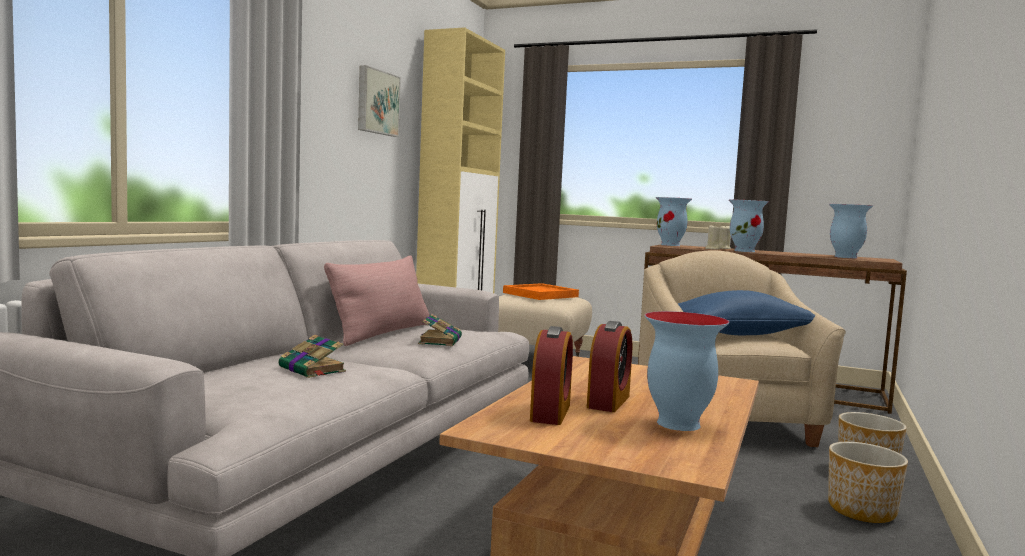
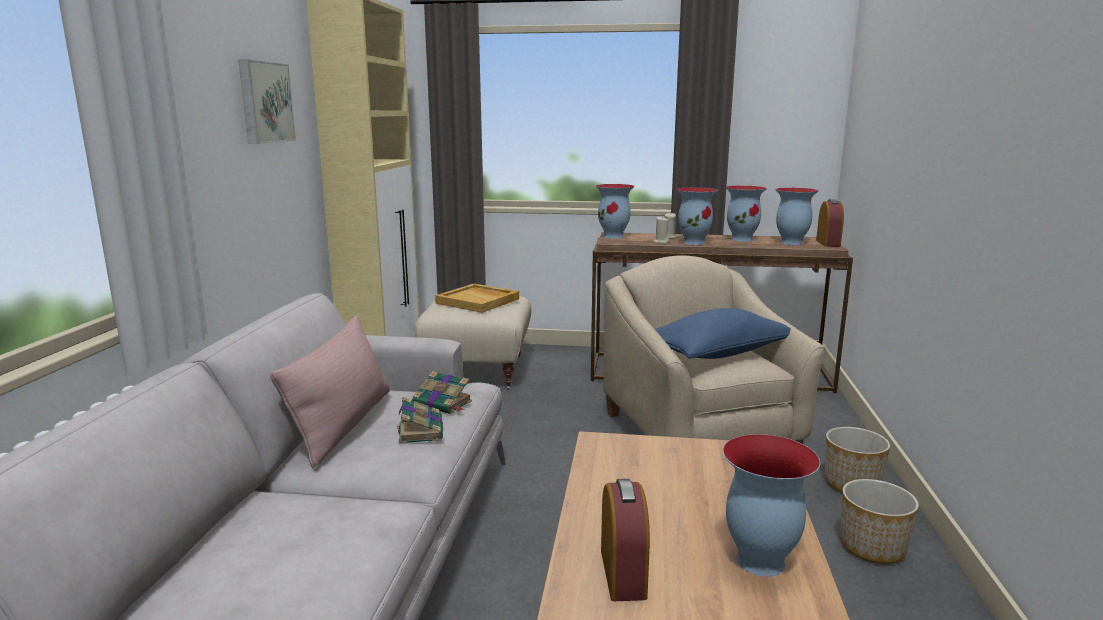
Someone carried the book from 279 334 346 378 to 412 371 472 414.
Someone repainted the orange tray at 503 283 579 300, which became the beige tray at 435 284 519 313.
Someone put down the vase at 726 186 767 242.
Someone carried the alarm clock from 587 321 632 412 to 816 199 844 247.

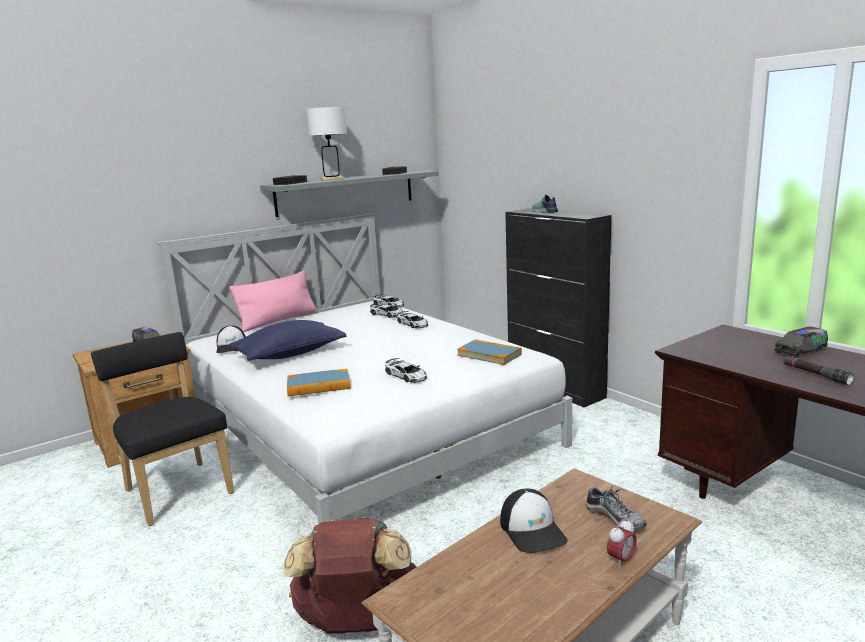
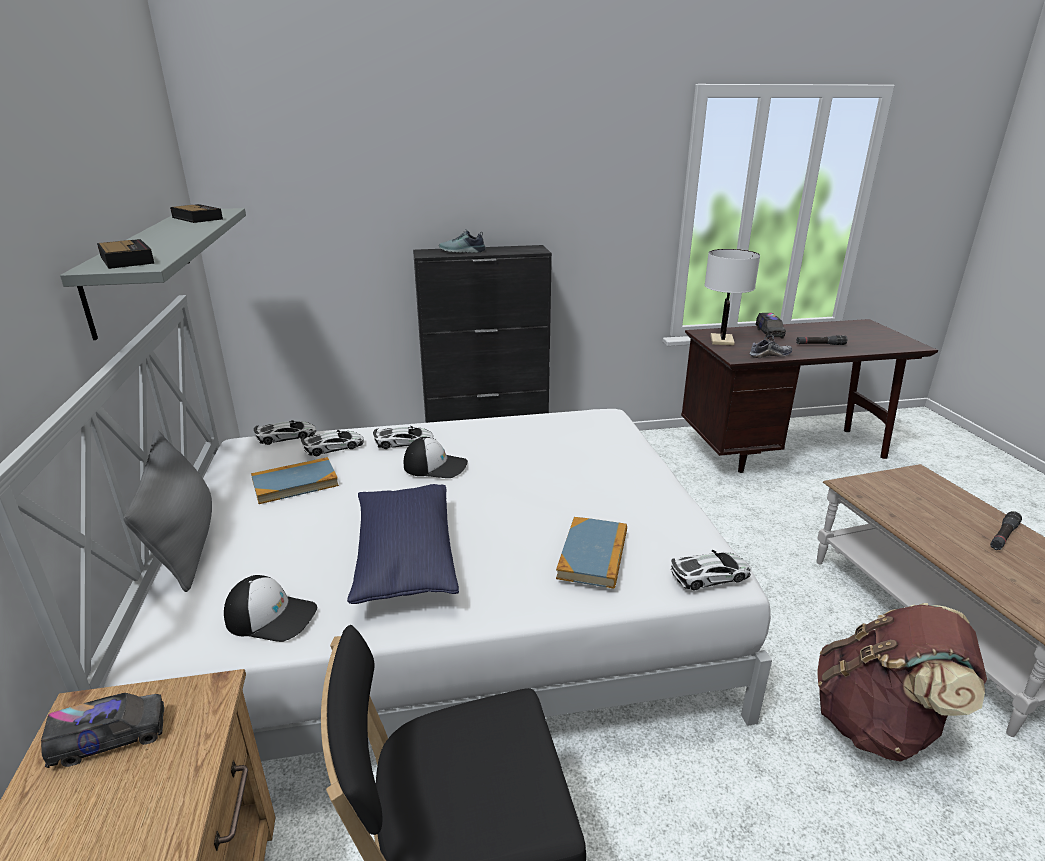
Someone repainted the pink pillow at 229 270 318 332, which became the grey pillow at 123 430 212 592.
Someone carried the book from 457 339 522 365 to 251 457 339 504.
Someone carried the cap from 500 489 567 553 to 404 437 468 478.
Someone carried the toy car from 385 358 427 383 to 671 550 751 590.
Someone carried the white table lamp from 306 107 347 180 to 705 249 760 346.
Someone carried the shoe from 586 485 647 531 to 750 334 792 358.
Someone put down the black flashlight at 990 511 1022 550.
Someone took away the alarm clock at 607 518 637 568.

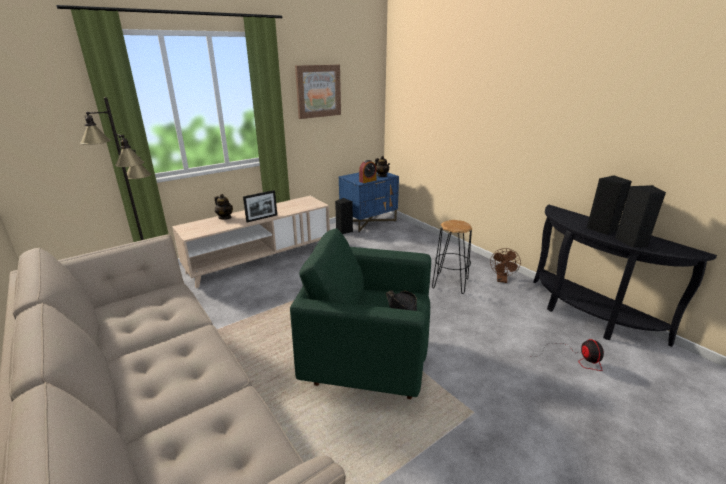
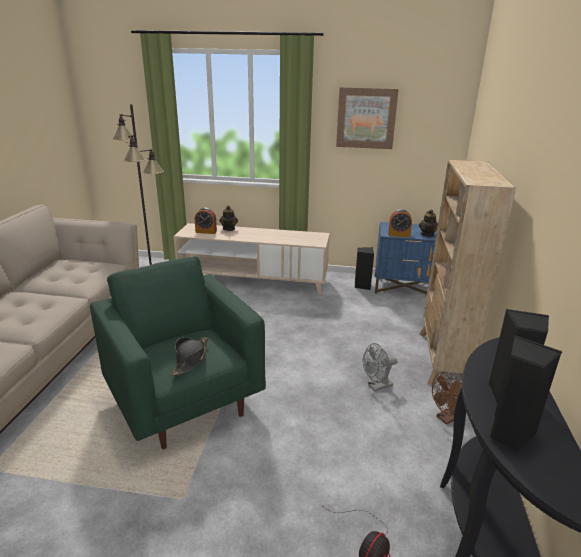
Someone put down the alarm clock at 195 208 217 234.
Someone swapped the black stool at 432 220 472 294 for the grey fan at 363 343 397 391.
Someone put down the beige bookcase at 419 160 516 386.
Someone took away the picture frame at 243 190 277 222.

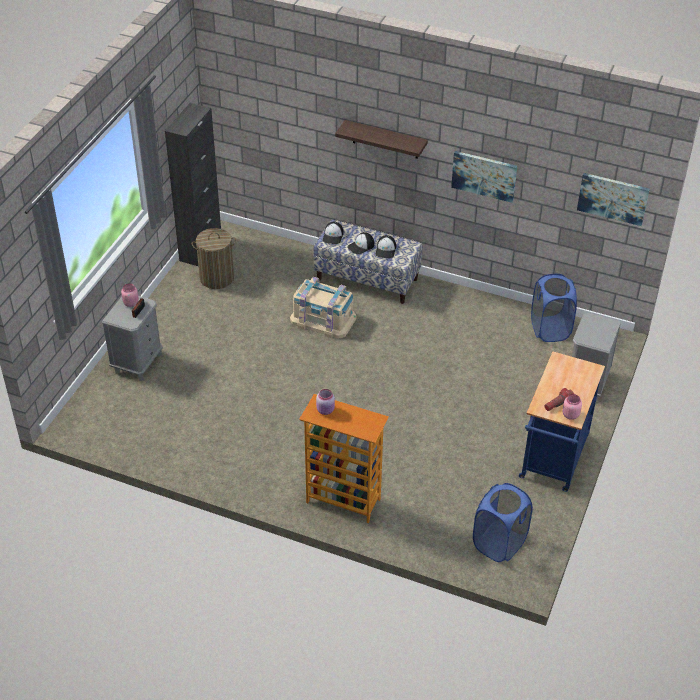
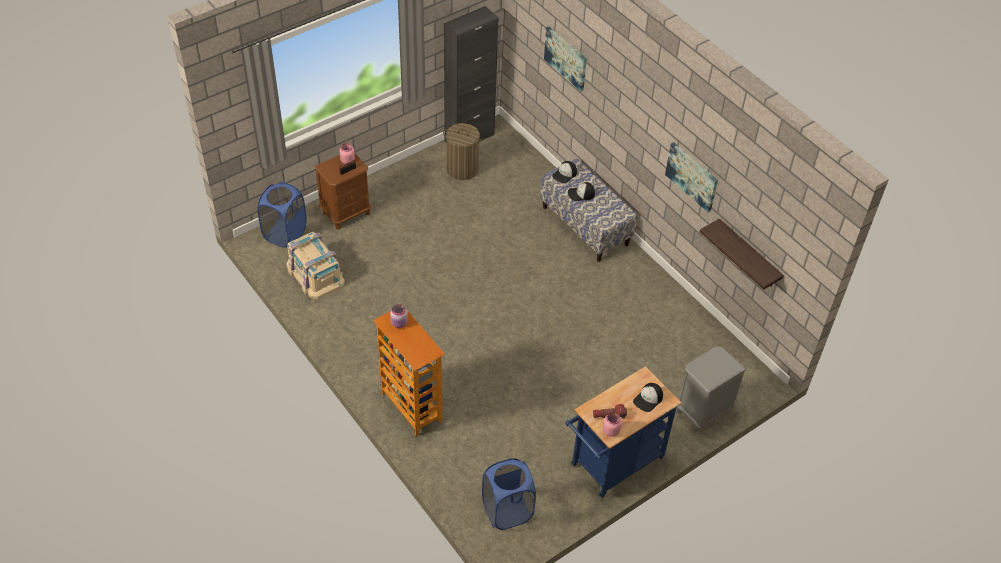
Someone carried the blue laundry basket from 531 274 577 342 to 258 182 307 248.
Someone carried the beige storage box from 290 277 357 339 to 286 232 345 299.
Someone repainted the grey nightstand at 102 296 163 381, which became the brown nightstand at 314 153 371 230.
Someone carried the picture from 577 173 650 226 to 544 27 587 91.
Someone carried the cap from 376 235 396 258 to 633 383 663 412.
Someone carried the shelf from 335 120 428 159 to 700 219 784 290.

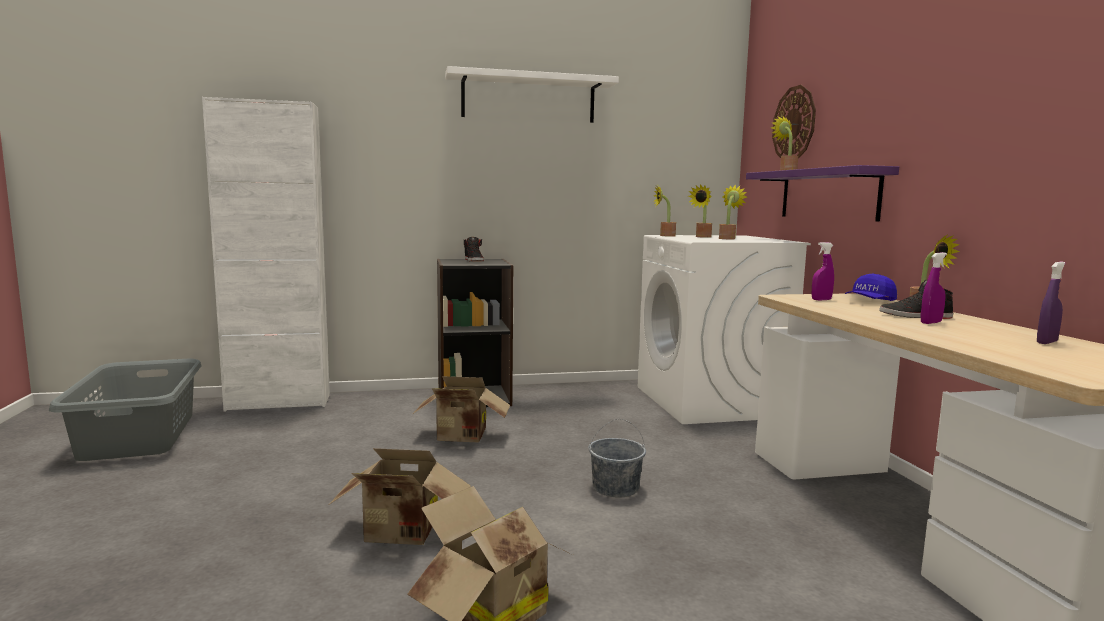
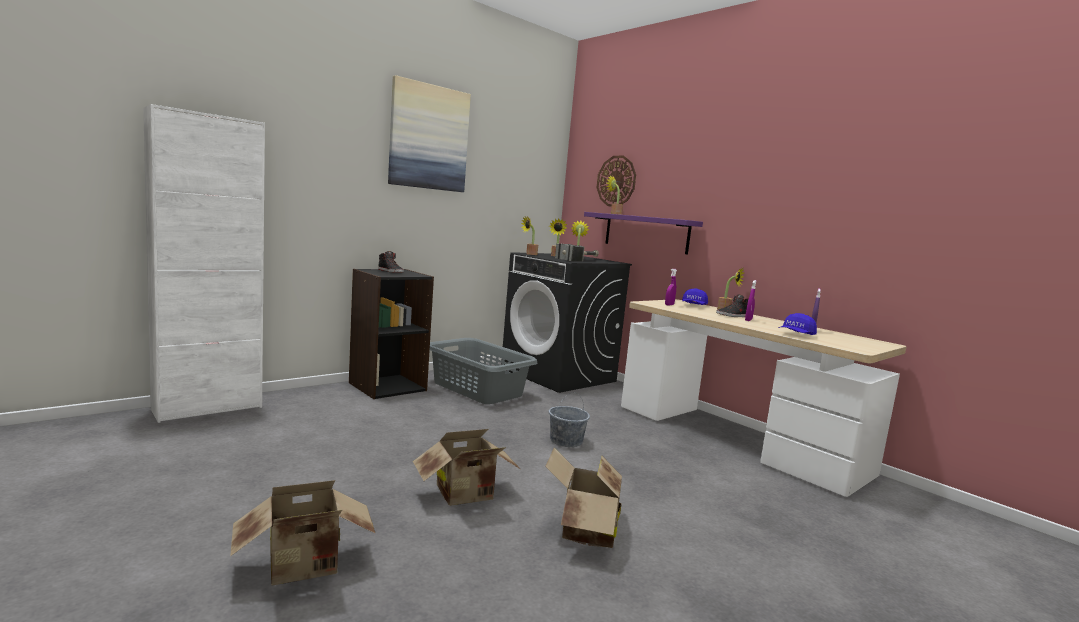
Someone carried the cardboard box from 413 376 510 442 to 230 480 376 586.
Someone swapped the white shelf at 445 66 619 123 for the picture at 388 75 471 192.
Someone carried the grey laundry basket from 49 359 202 461 to 430 338 537 404.
Someone repainted the white washing machine at 638 235 811 424, which became the black washing machine at 501 252 632 393.
Someone put down the hammer at 555 244 599 261.
Someone put down the blue cap at 778 313 817 335.

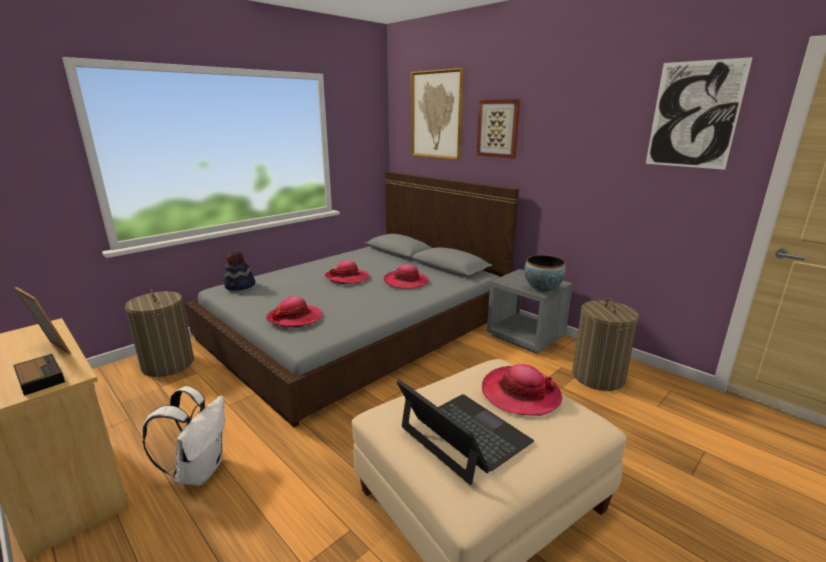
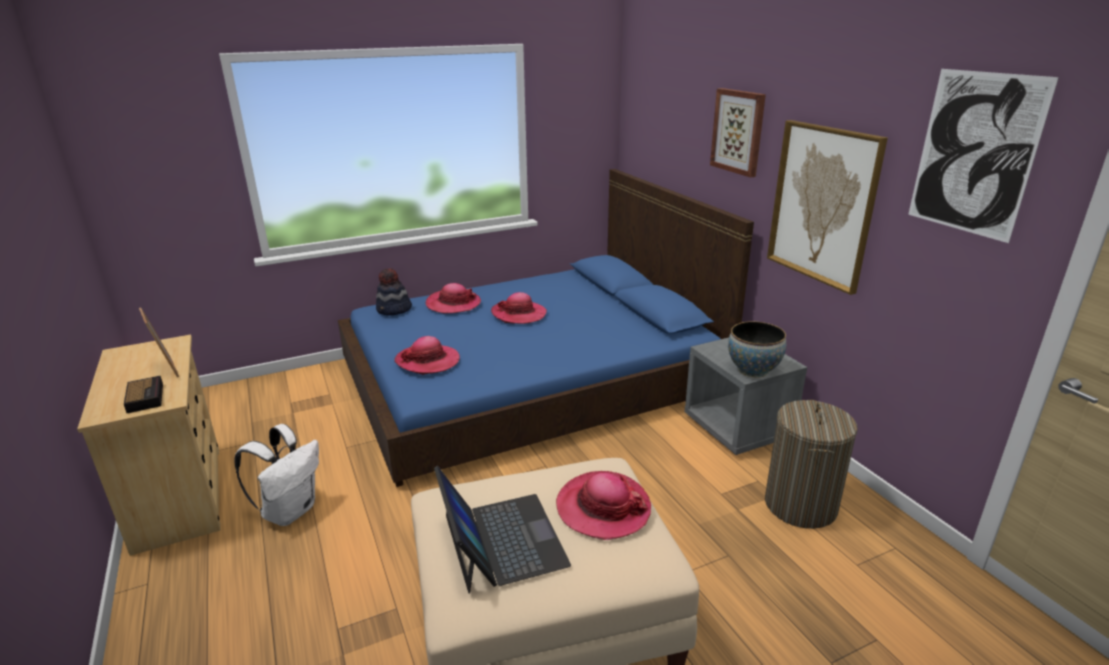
Someone repainted the grey bed at 185 171 519 427, which became the blue bed at 338 169 754 487.
Someone carried the hat from 384 264 429 289 to 426 283 481 313.
Someone carried the picture from 411 68 464 160 to 767 120 888 295.
Someone took away the laundry basket at 125 289 194 377.

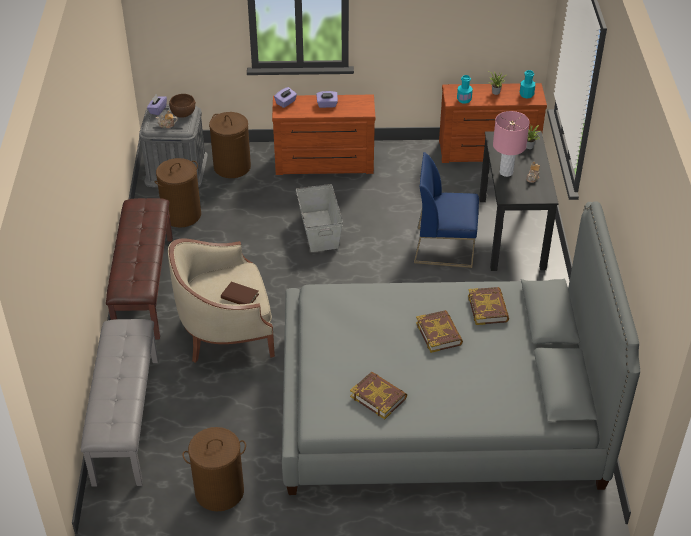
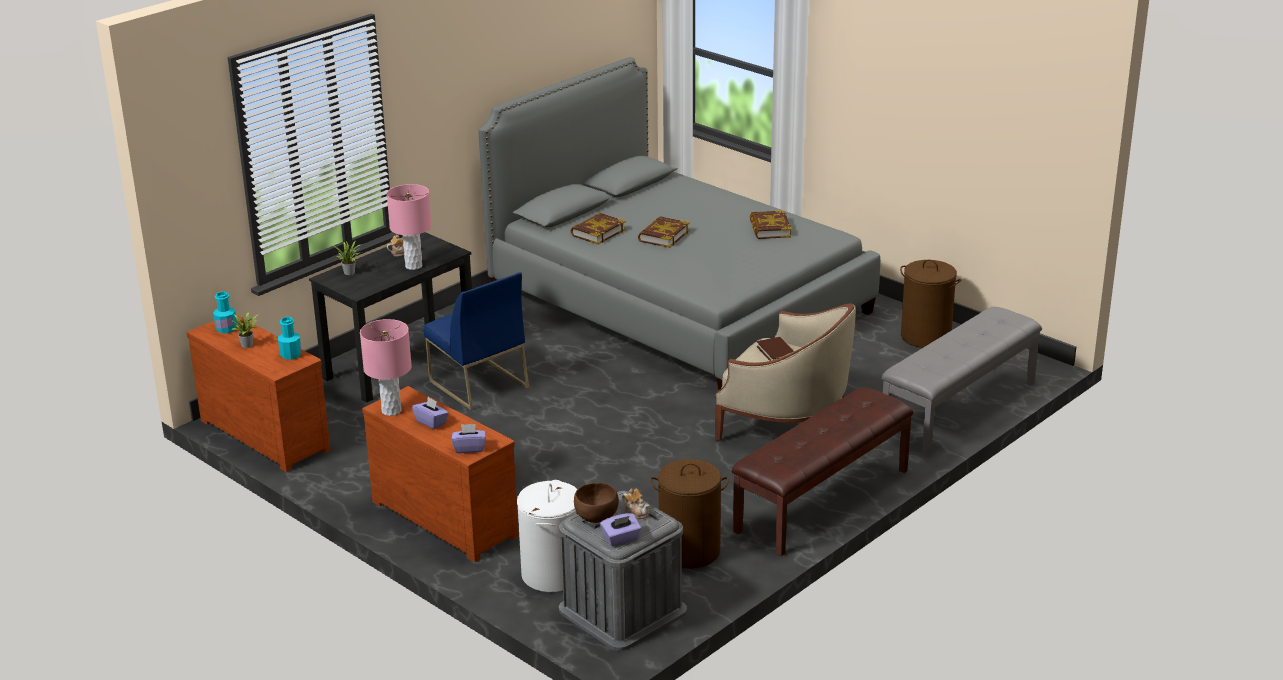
Someone put down the pink table lamp at 360 319 412 416.
Someone repainted the brown laundry basket at 209 112 251 178, which became the white laundry basket at 517 480 577 592.
Someone took away the grey storage box at 296 184 343 252.

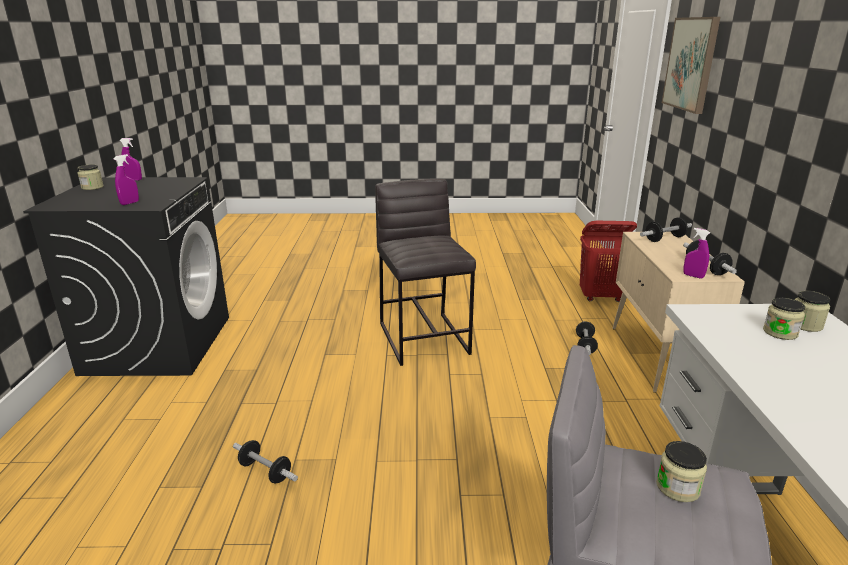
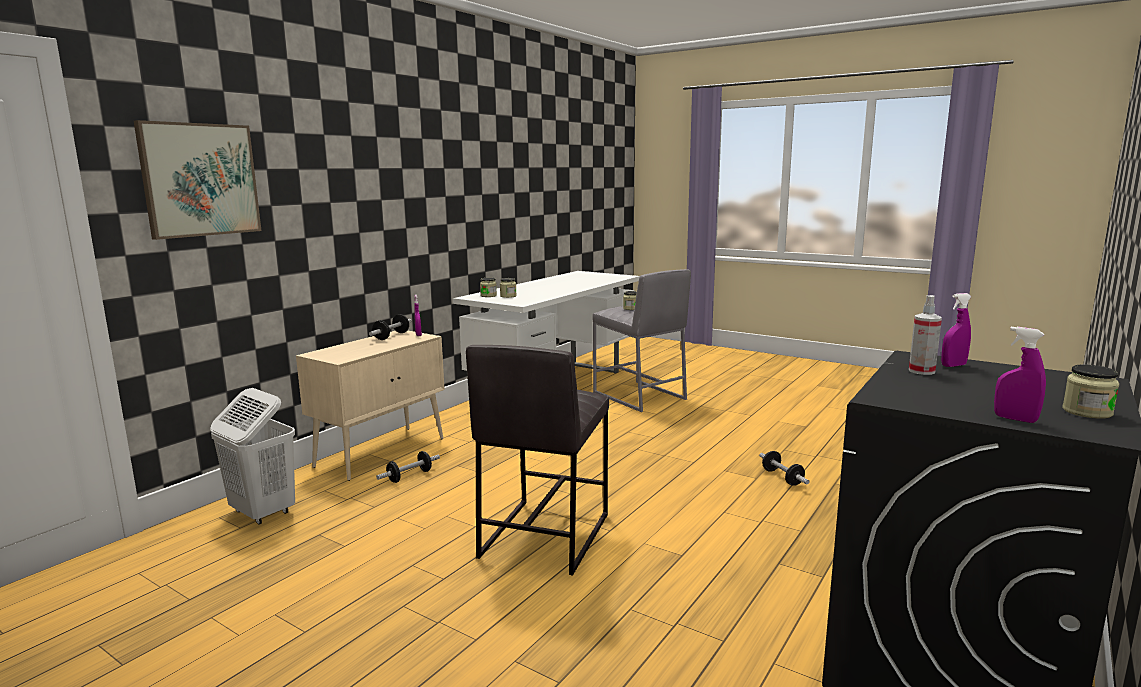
Someone repainted the red laundry basket at 580 221 637 302, which became the white laundry basket at 210 388 295 525.
Someone put down the spray bottle at 909 295 942 375.
Someone took away the dumbbell at 640 217 692 242.

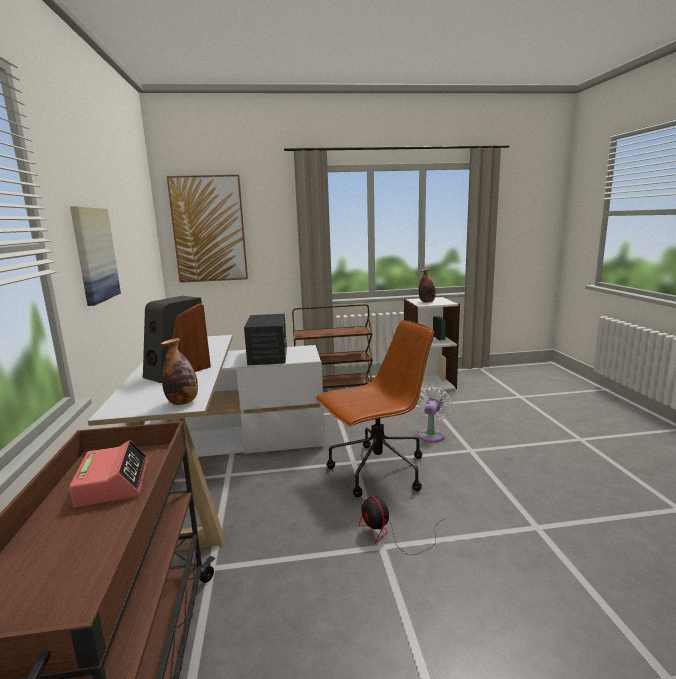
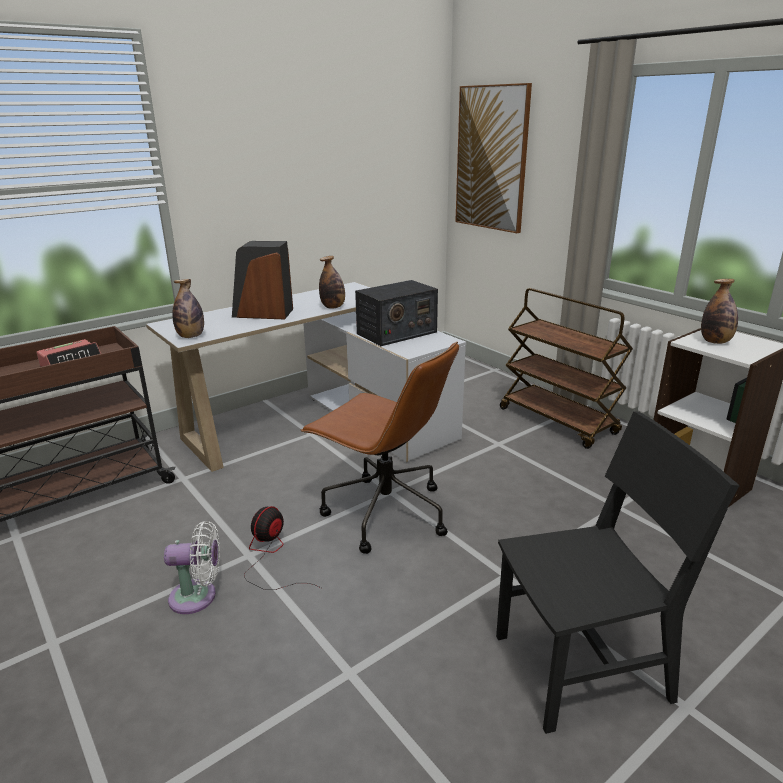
Someone carried the white fan from 418 387 453 442 to 164 521 220 614.
Someone put down the bottle at 319 256 345 309.
Someone put down the black chair at 496 411 740 734.
Someone took away the picture at 70 206 121 306.

